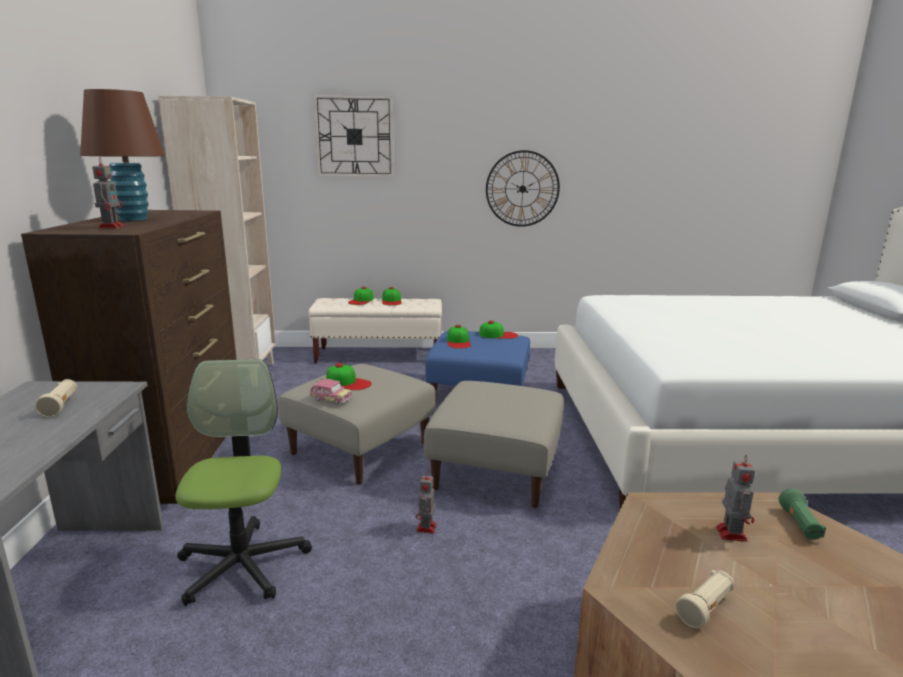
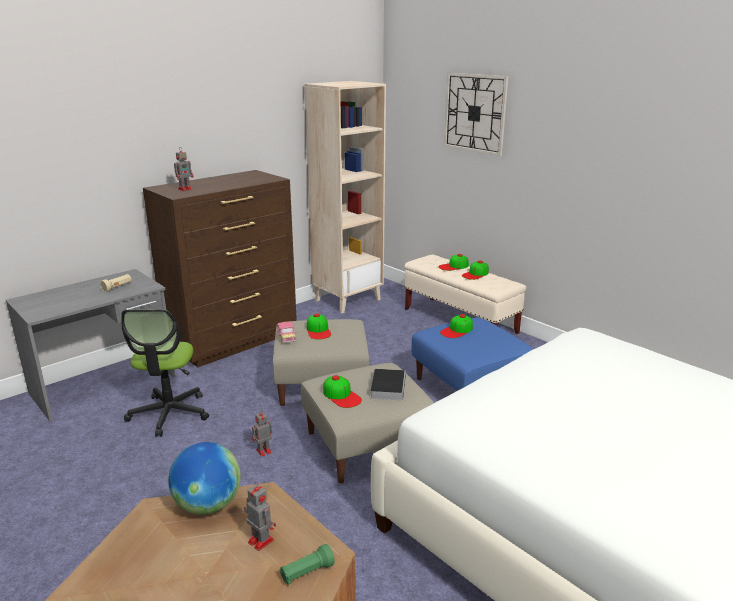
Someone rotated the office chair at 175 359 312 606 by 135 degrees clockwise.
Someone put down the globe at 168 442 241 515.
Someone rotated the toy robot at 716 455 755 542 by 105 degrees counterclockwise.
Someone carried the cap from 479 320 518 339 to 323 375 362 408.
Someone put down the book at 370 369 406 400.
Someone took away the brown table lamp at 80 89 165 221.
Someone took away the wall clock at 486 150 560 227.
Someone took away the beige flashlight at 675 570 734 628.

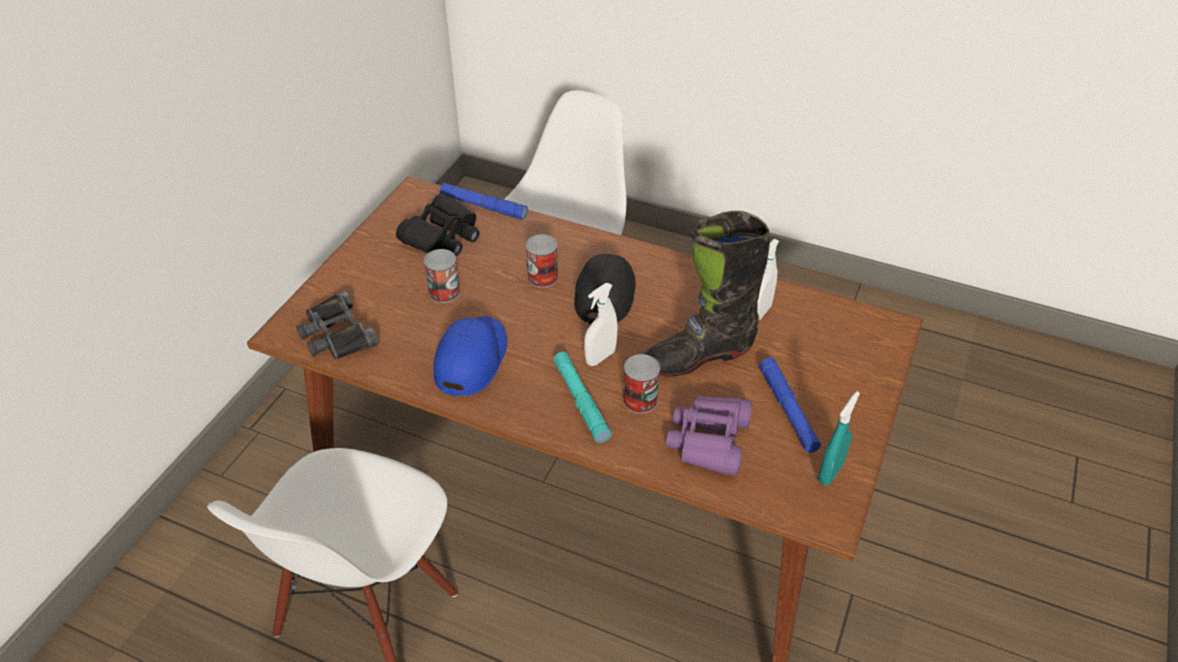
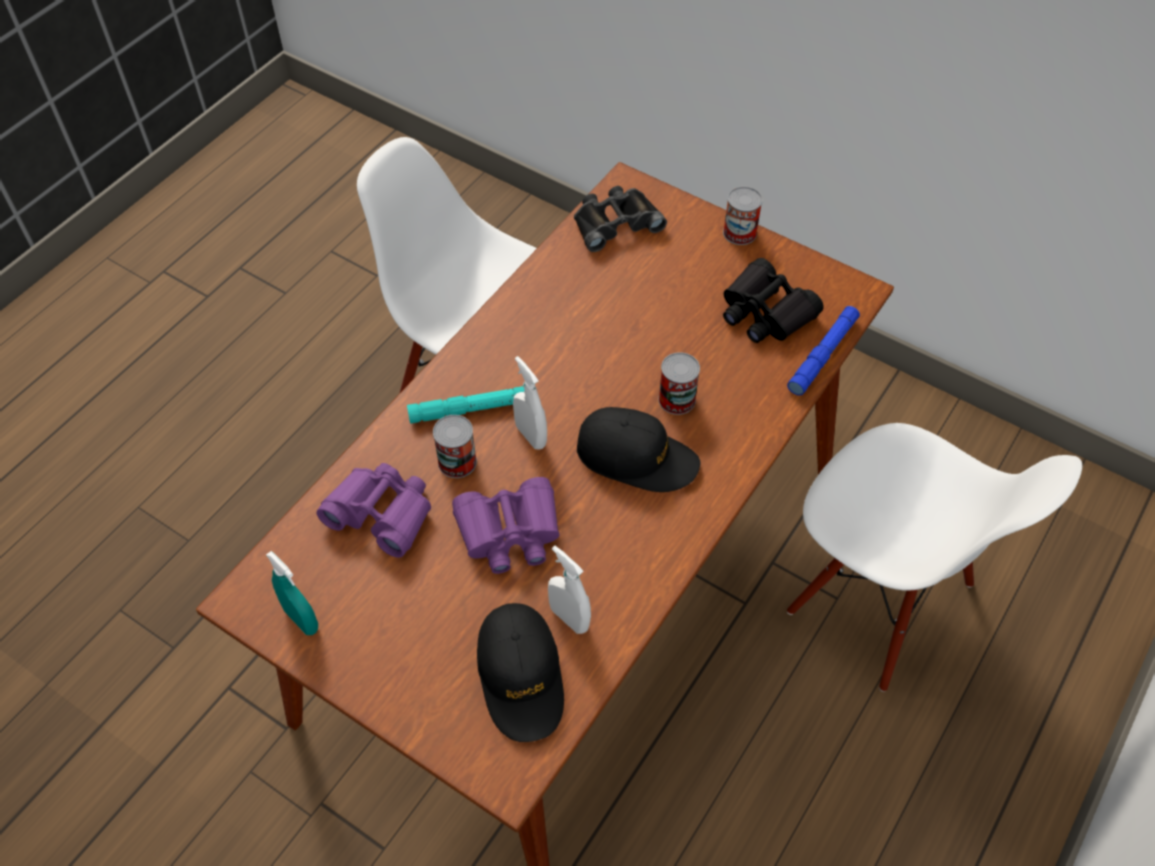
Someone swapped the black boot at 644 211 770 377 for the purple binoculars at 452 477 560 574.
Someone put down the black cap at 477 603 564 742.
Someone carried the can from 424 249 460 303 to 723 186 763 245.
Someone took away the blue cap at 433 316 507 396.
Someone took away the blue flashlight at 759 358 821 453.

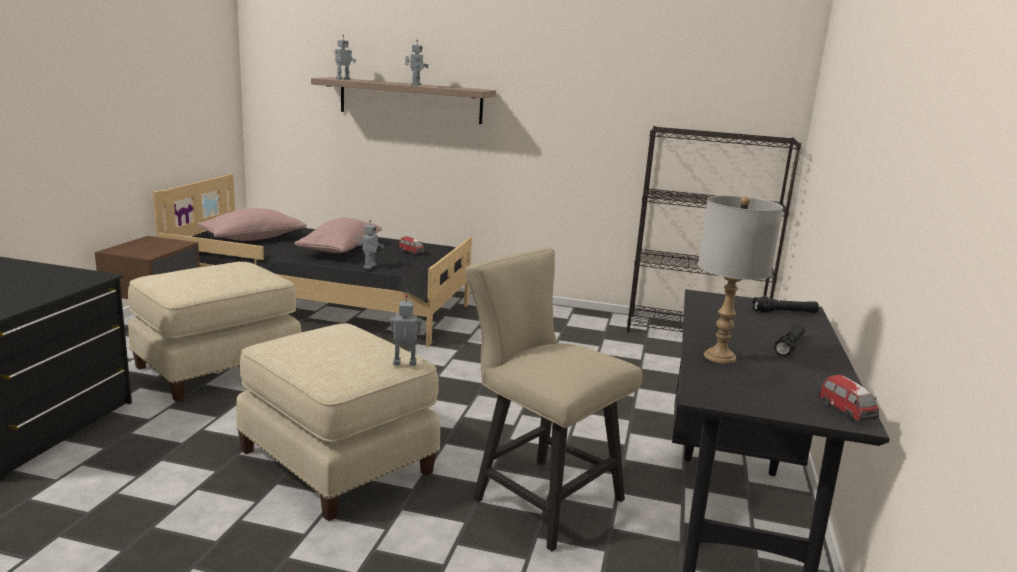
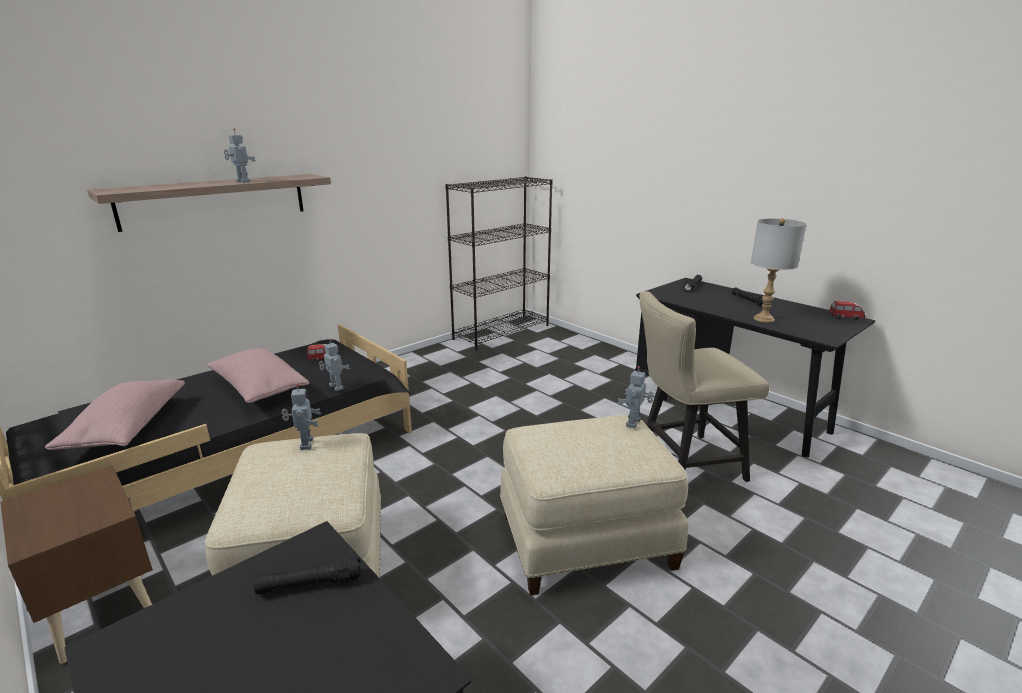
Someone put down the black flashlight at 254 556 361 595.
Someone carried the toy robot from 334 35 356 80 to 282 384 321 450.

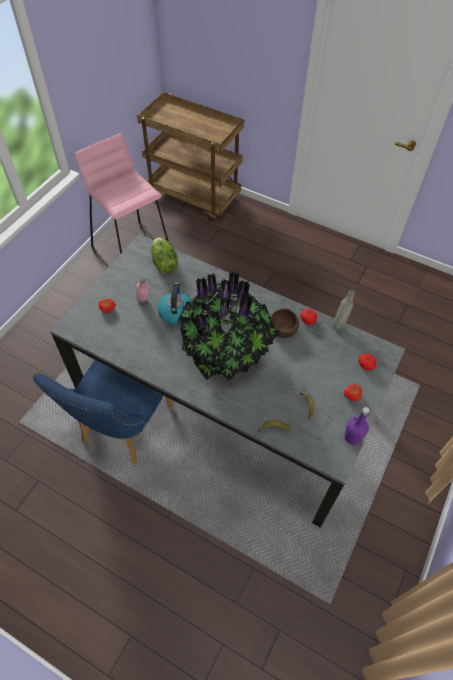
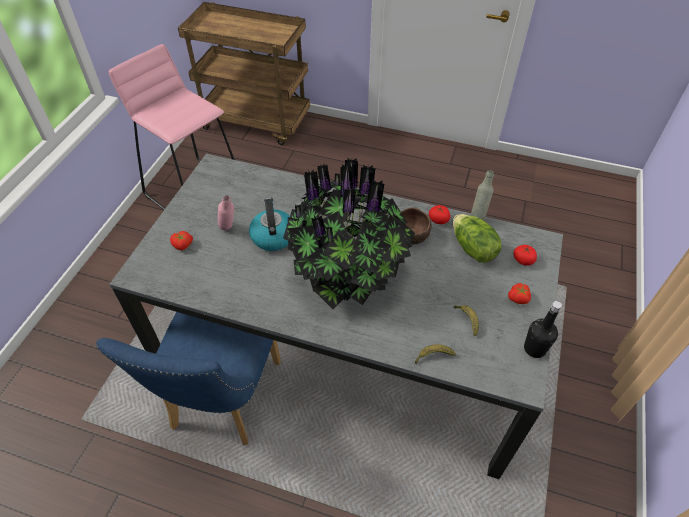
Someone carried the lettuce from 151 237 178 274 to 453 214 502 263.
Someone repainted the purple bottle at 344 407 370 445, which became the black bottle at 524 301 562 358.

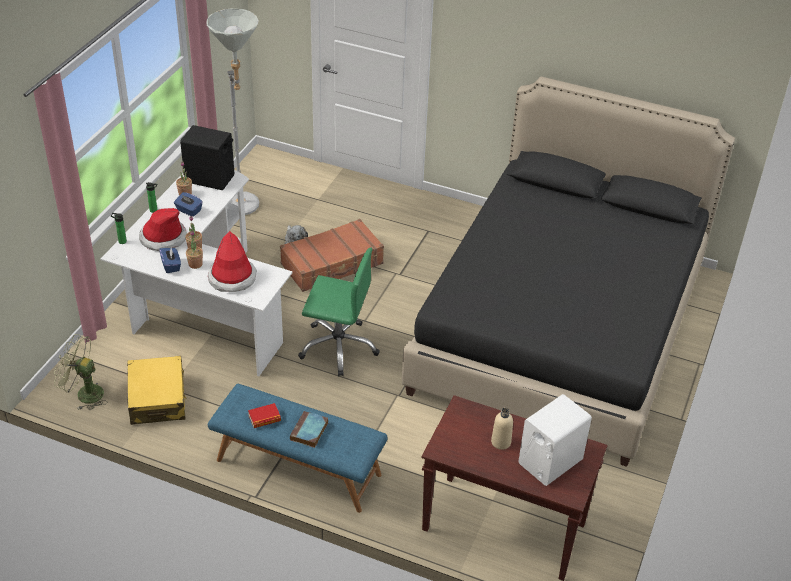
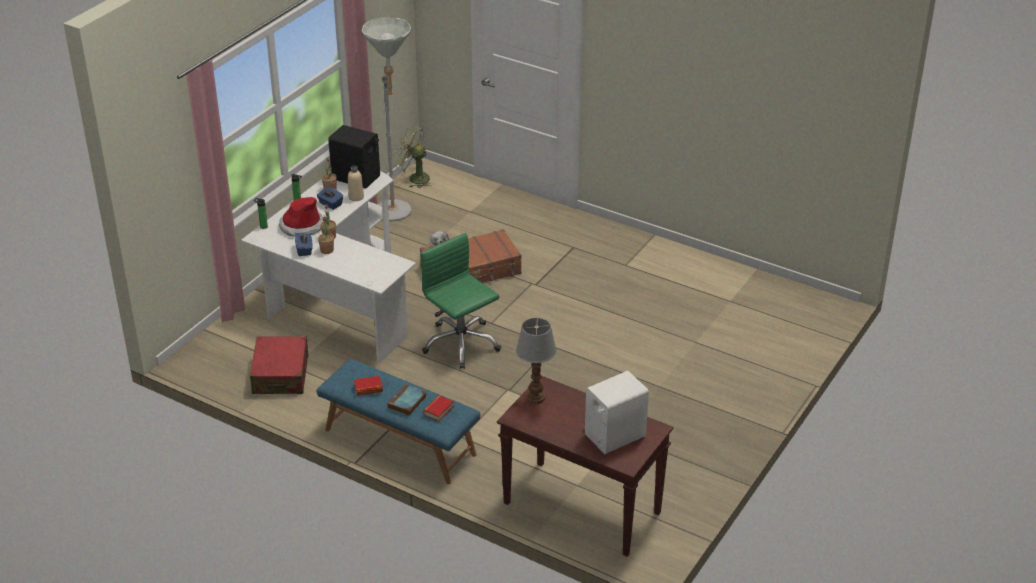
Someone repainted the yellow suitcase at 127 356 187 425, which became the red suitcase at 250 336 308 394.
Someone carried the beige bottle from 491 408 513 450 to 348 165 364 201.
Someone carried the green fan from 54 334 107 410 to 394 126 433 188.
Someone rotated the green office chair at 298 248 380 376 by 150 degrees counterclockwise.
Someone put down the book at 423 395 454 422.
Someone put down the table lamp at 516 318 557 404.
Someone took away the hat at 208 231 256 292.
Someone took away the black bed at 402 76 735 467.

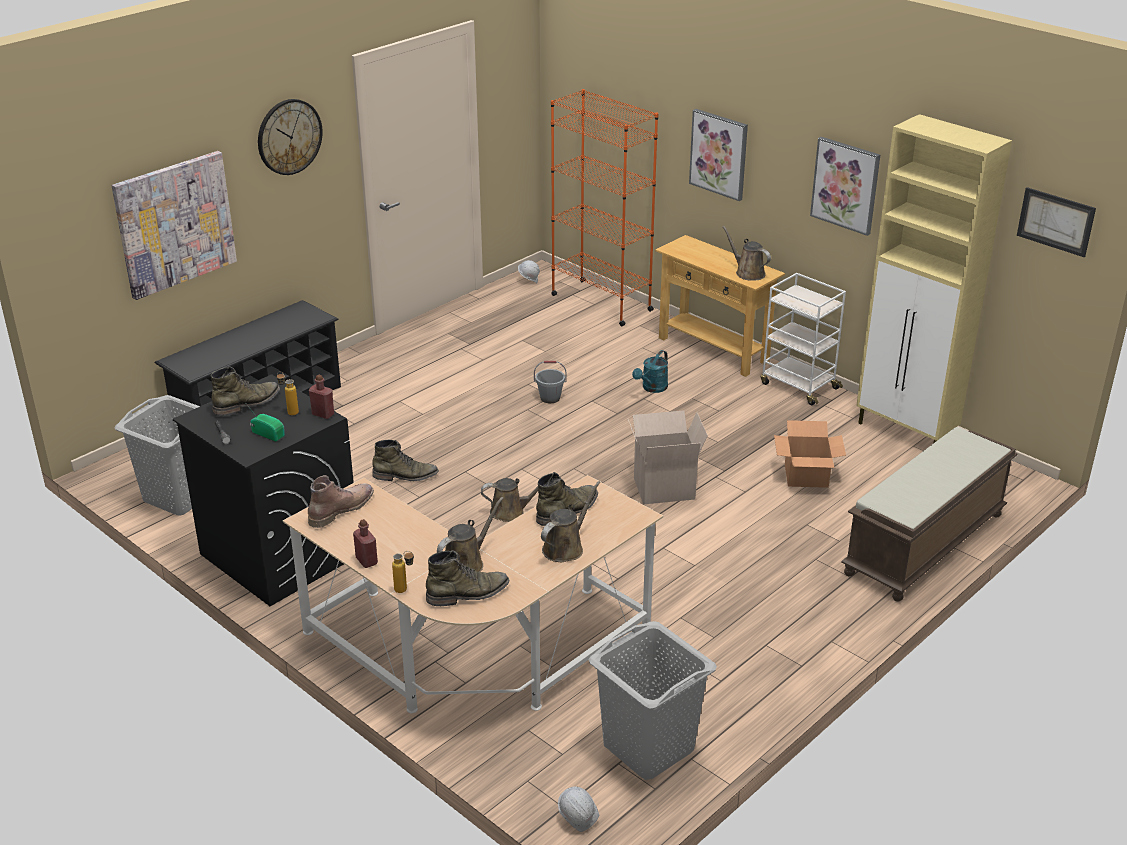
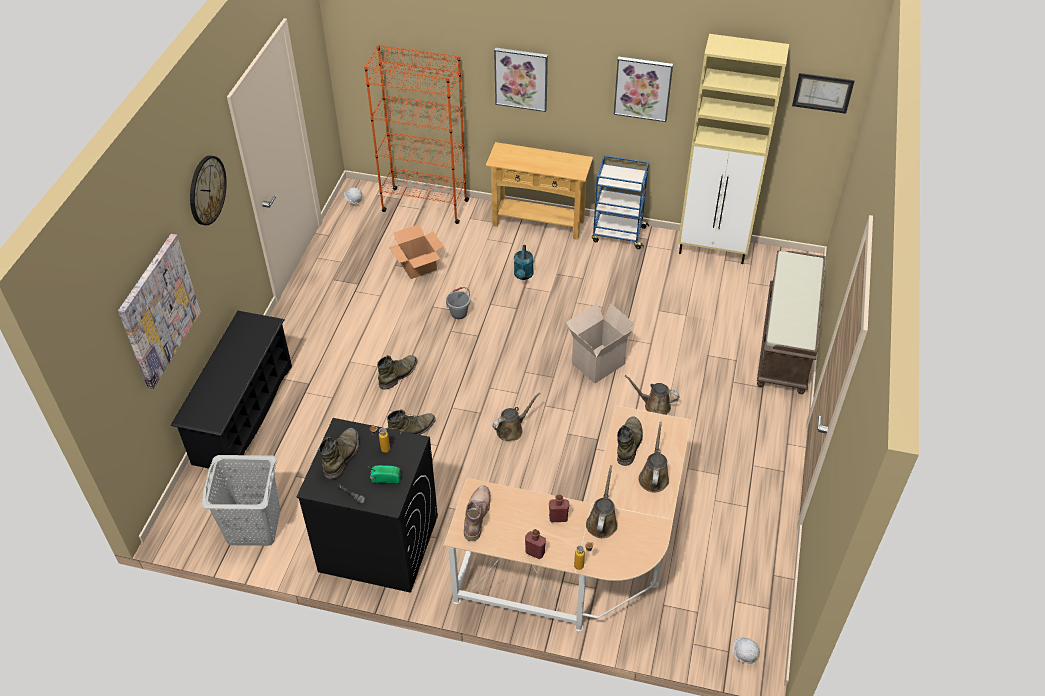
Someone carried the green boot from 426 550 510 606 to 377 355 417 390.
Someone carried the cardboard box from 774 420 846 488 to 389 224 444 279.
Someone carried the red bottle from 309 375 334 419 to 549 495 569 522.
Someone repainted the white cart at 761 273 846 405, which became the blue cart at 592 155 649 249.
Someone carried the brown watering can from 722 226 771 281 to 624 375 679 415.
Someone took away the grey laundry basket at 589 621 717 780.

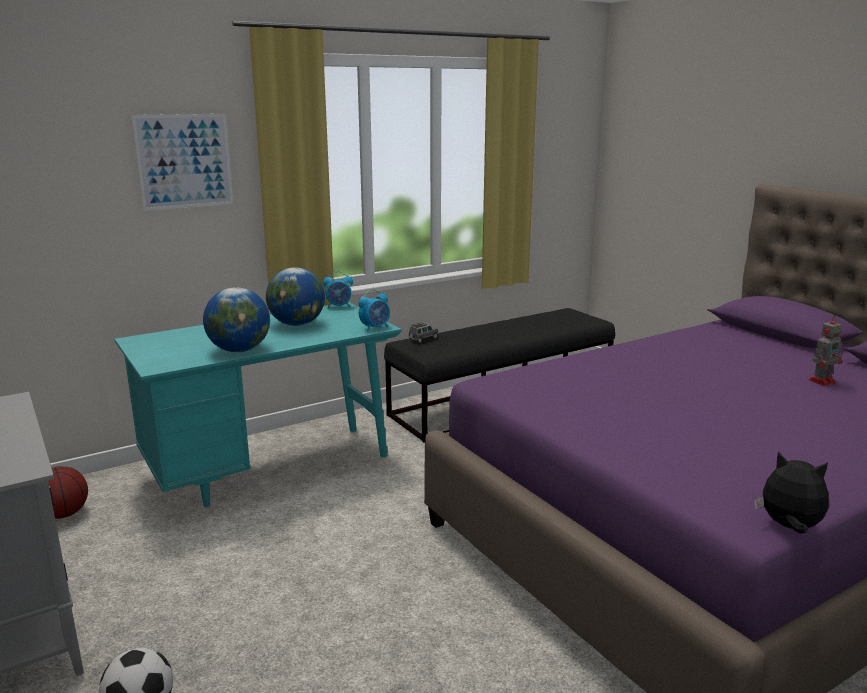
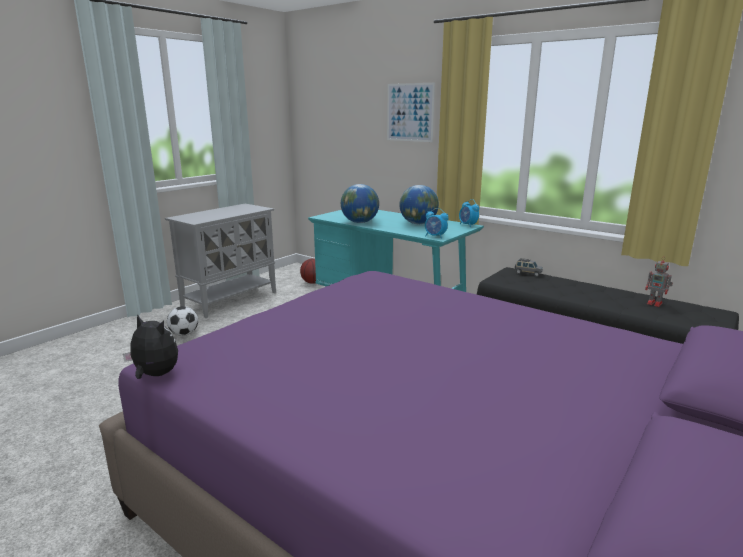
Someone rotated the plush toy at 754 452 829 534 by 75 degrees counterclockwise.
Someone carried the toy robot from 809 315 843 386 to 645 256 673 307.

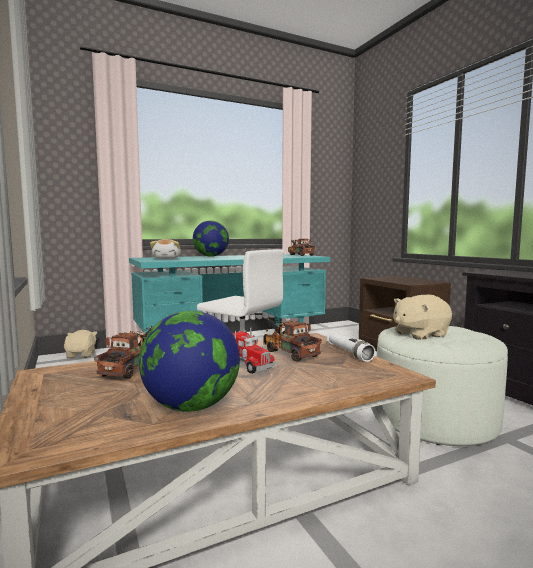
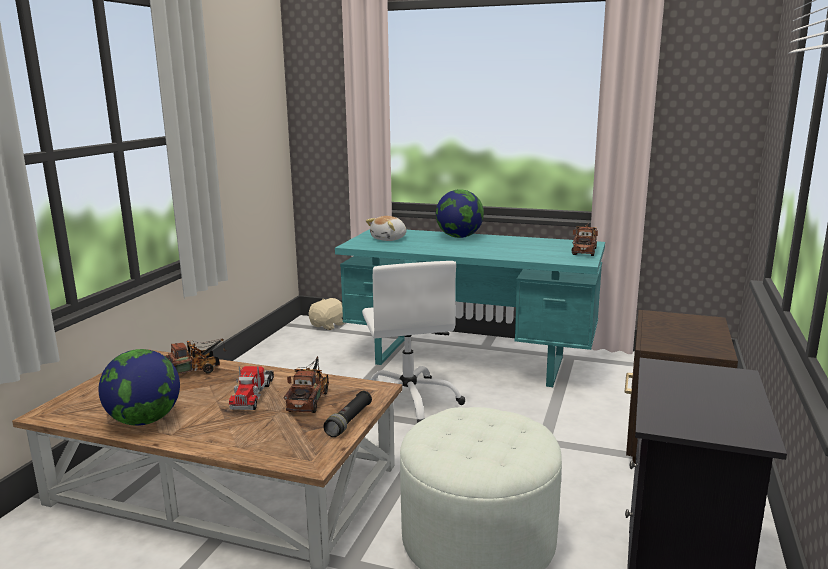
Someone repainted the white flashlight at 326 331 375 362, which became the black flashlight at 323 391 372 437.
Someone took away the beige plush toy at 393 295 452 340.

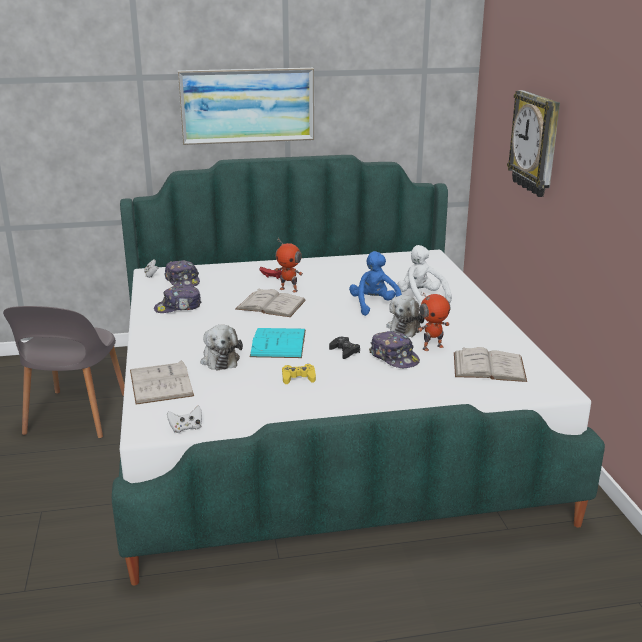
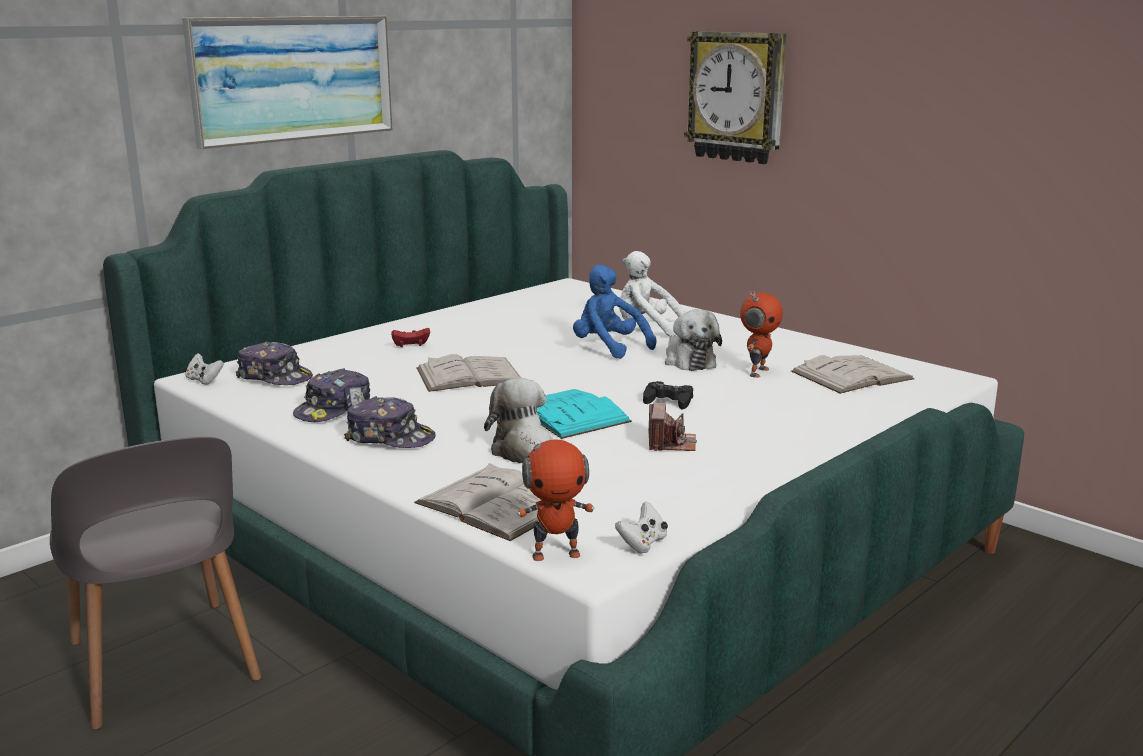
Someone carried the cap from 369 331 420 368 to 344 396 436 448.
Someone rotated the plush toy at 200 325 243 370 by 150 degrees counterclockwise.
Someone carried the toy robot from 275 238 303 292 to 517 432 594 561.
Someone swapped the yellow game controller at 282 364 316 384 for the photo camera at 649 402 697 451.

